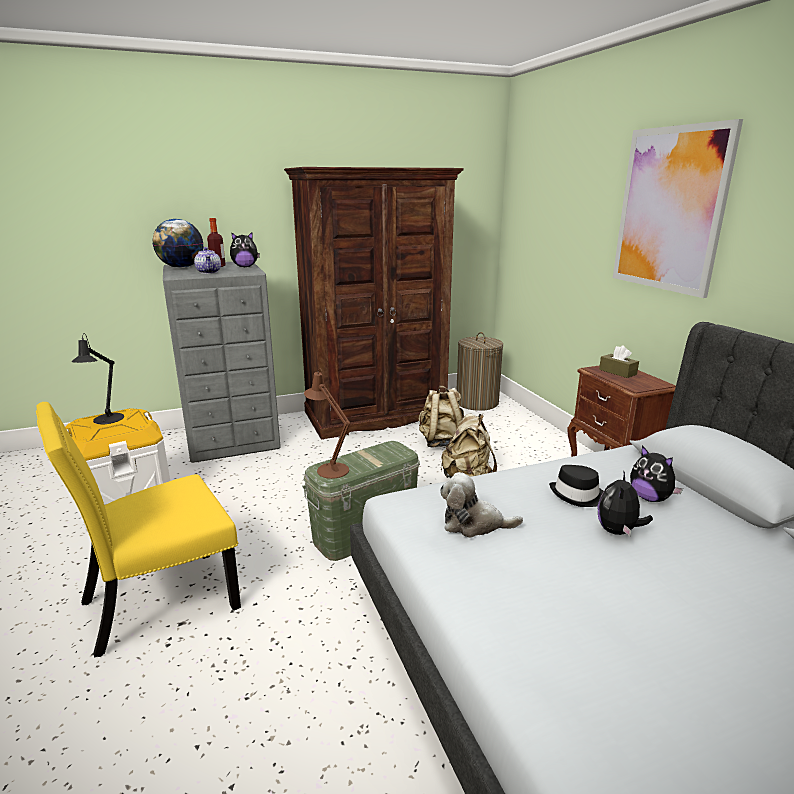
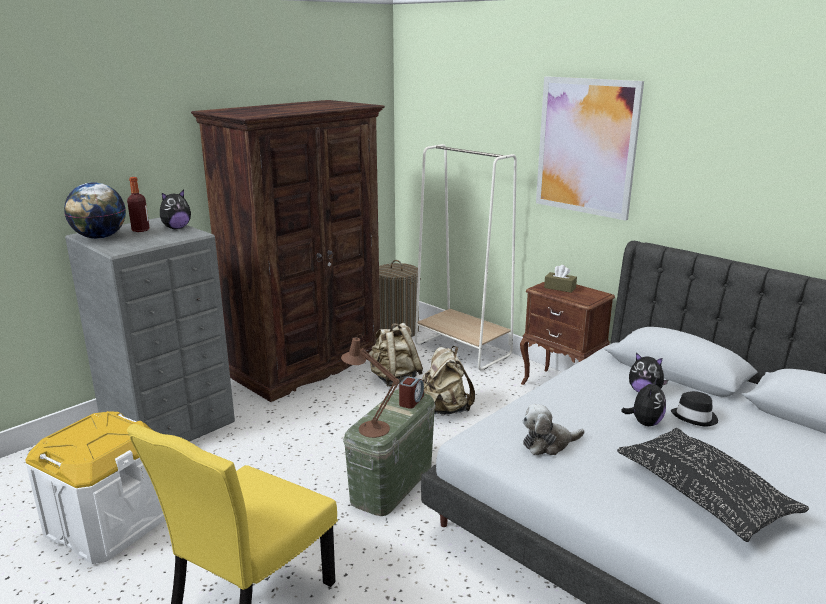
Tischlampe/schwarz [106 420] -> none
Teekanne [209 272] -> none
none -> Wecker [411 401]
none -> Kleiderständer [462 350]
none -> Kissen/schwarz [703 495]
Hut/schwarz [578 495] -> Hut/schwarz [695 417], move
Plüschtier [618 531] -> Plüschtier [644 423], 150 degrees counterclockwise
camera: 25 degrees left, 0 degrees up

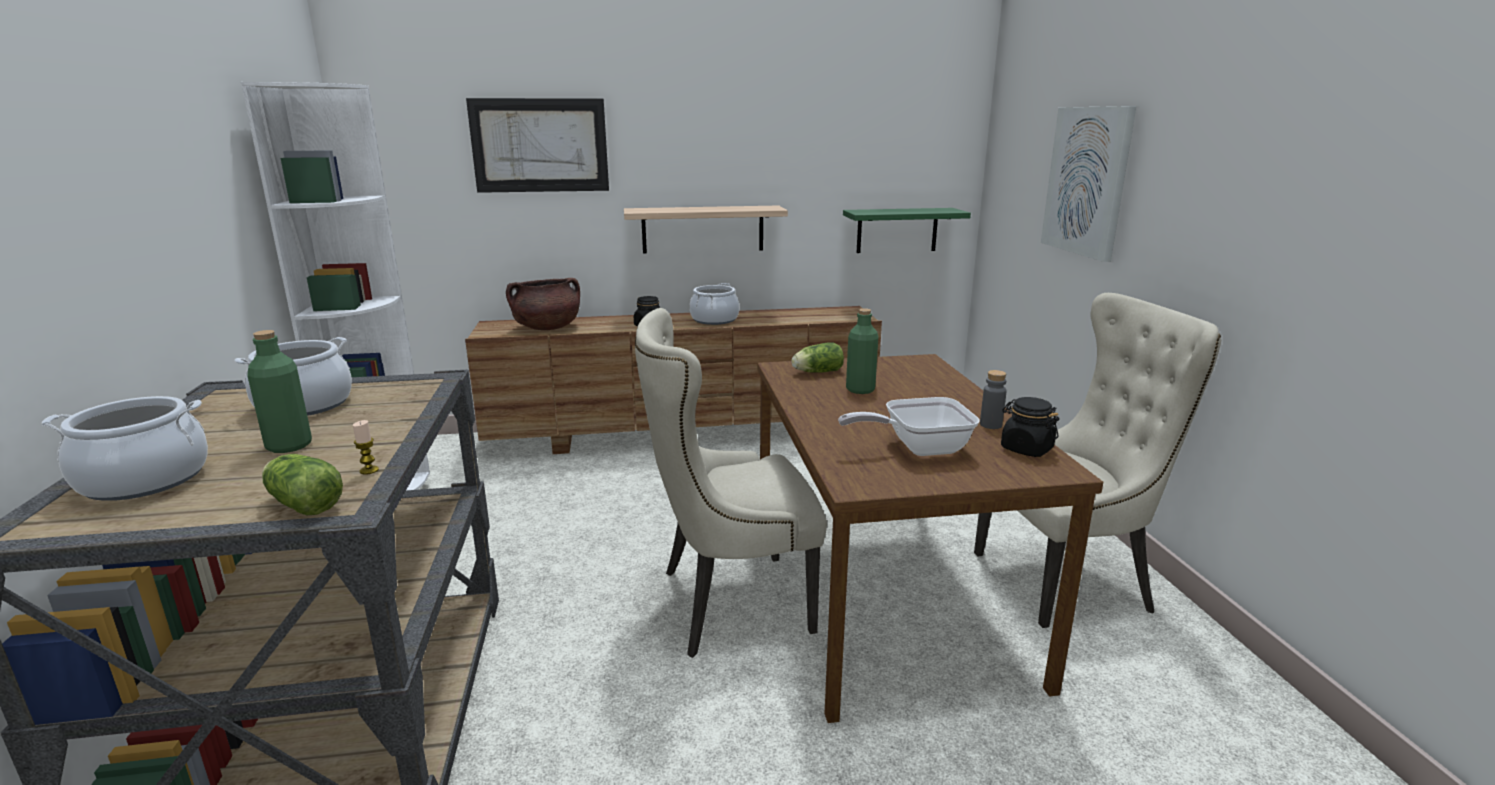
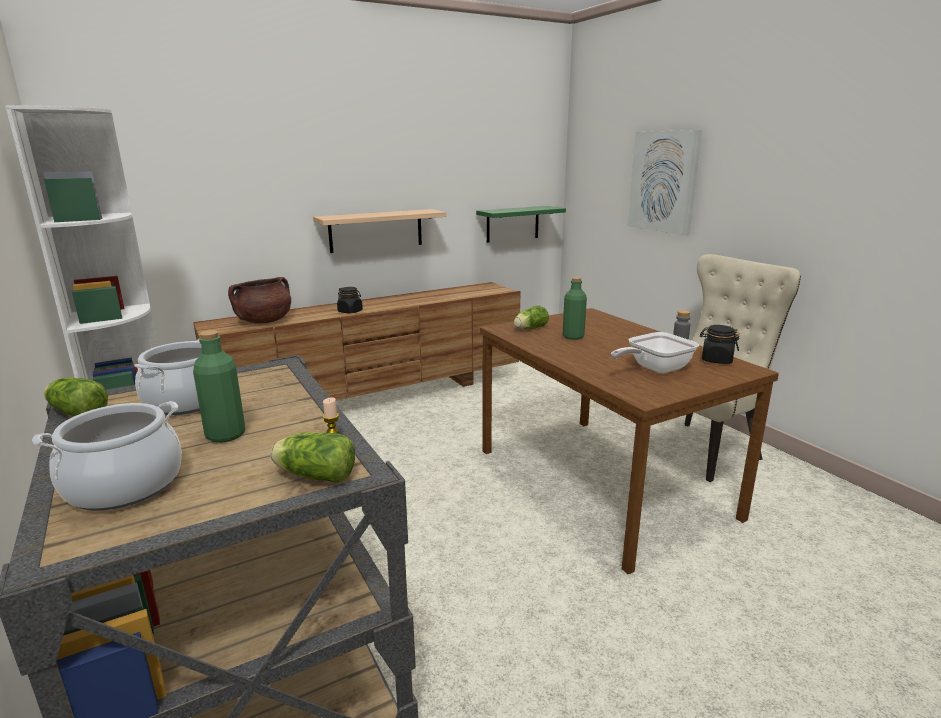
Bild [540 145] -> none
Stuhl/beige [731 603] -> none
Kochtopf [714 320] -> none
none -> Salatkopf [77 412]
camera: 20 degrees left, 0 degrees up

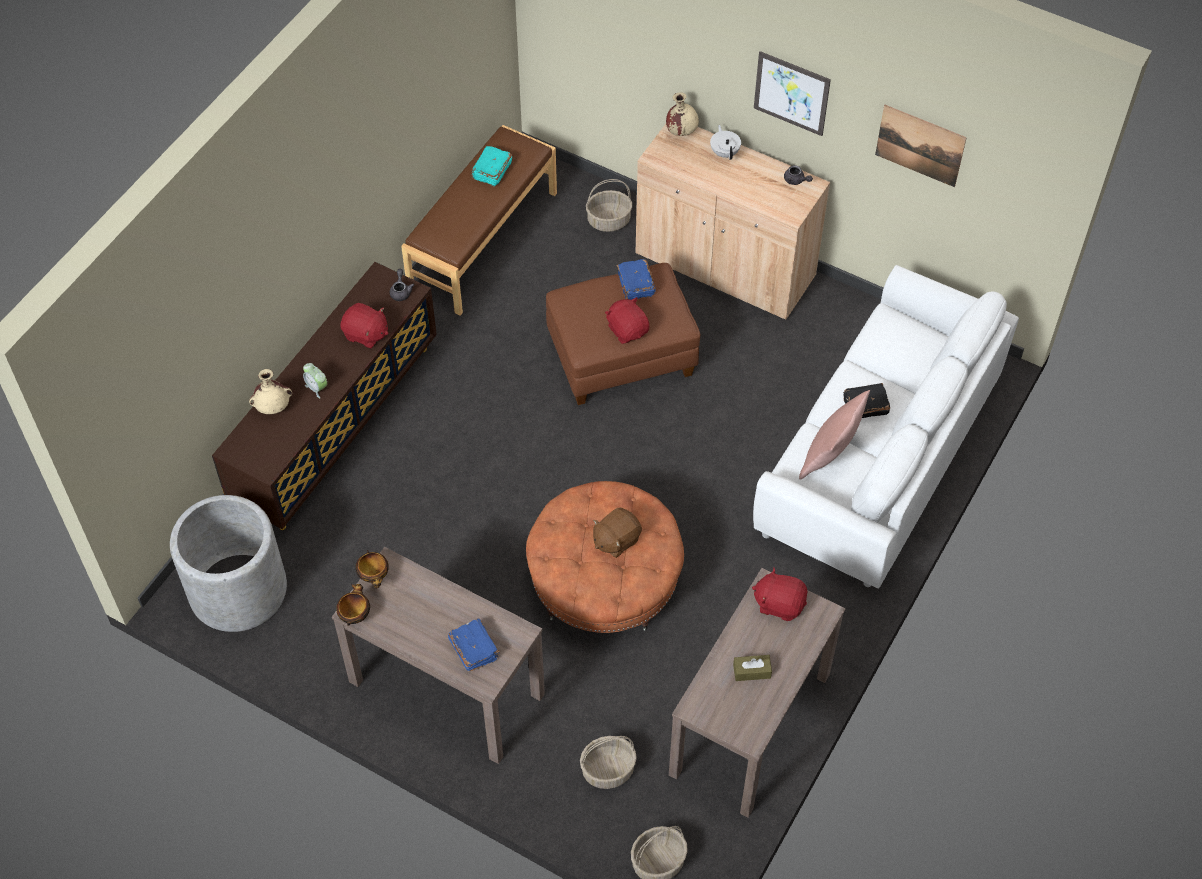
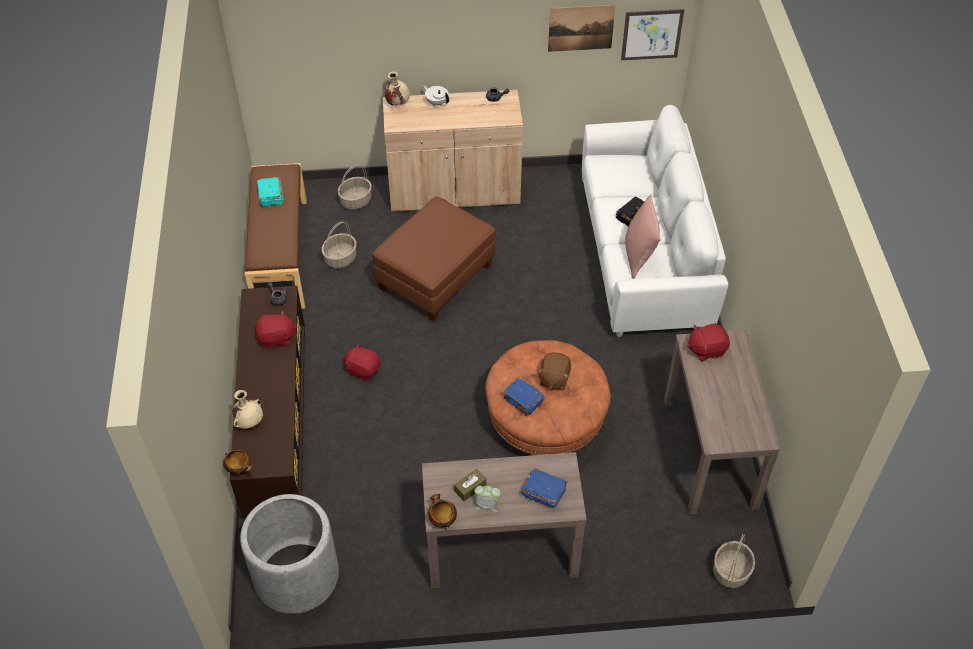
Wecker [317 388] -> Wecker [487 505], move
Schüssel [374 577] -> Schüssel [240 470], move
Korb [608 769] -> Korb [340 258], move
Plüschtier/rot [627 330] -> Plüschtier/rot [363 370], move
Buch/blau [635 285] -> Buch/blau [523 401], move
Taschentuchbox/braun [752 671] -> Taschentuchbox/braun [470 488], move
Bild [791 93] -> Bild [651 34], move
camera: 35 degrees left, 5 degrees down

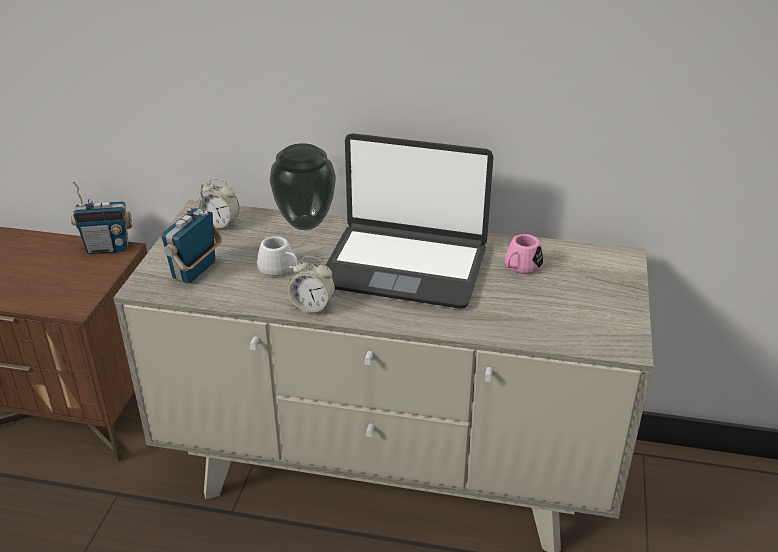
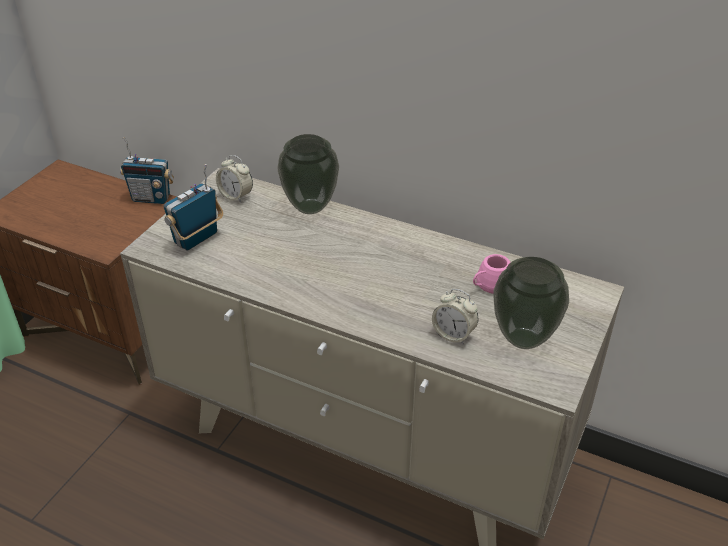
Henkelbecher/weiß [280 269] -> none
Laptop [405 266] -> none
none -> Vase [523 339]
Wecker [312 306] -> Wecker [453 334], move
camera: 15 degrees right, 5 degrees up

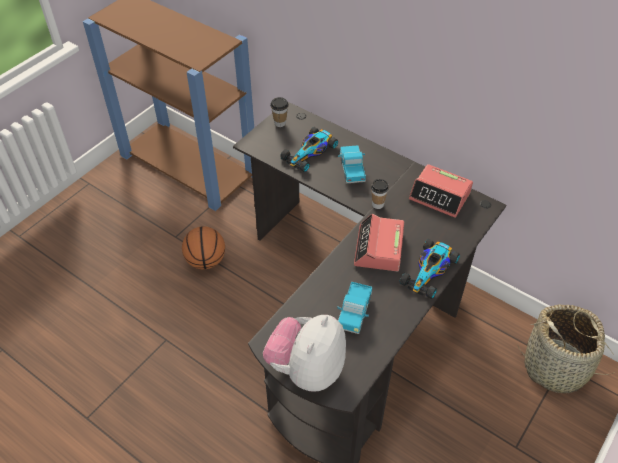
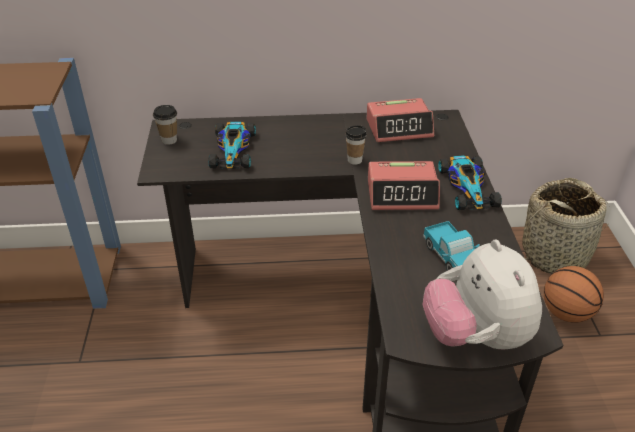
Spielzeuglaster [352 170] -> none
Basketball [206 261] -> Basketball [566 313], move
Wecker [379 249] -> Wecker [402 194], 60 degrees counterclockwise
camera: 40 degrees left, 10 degrees down

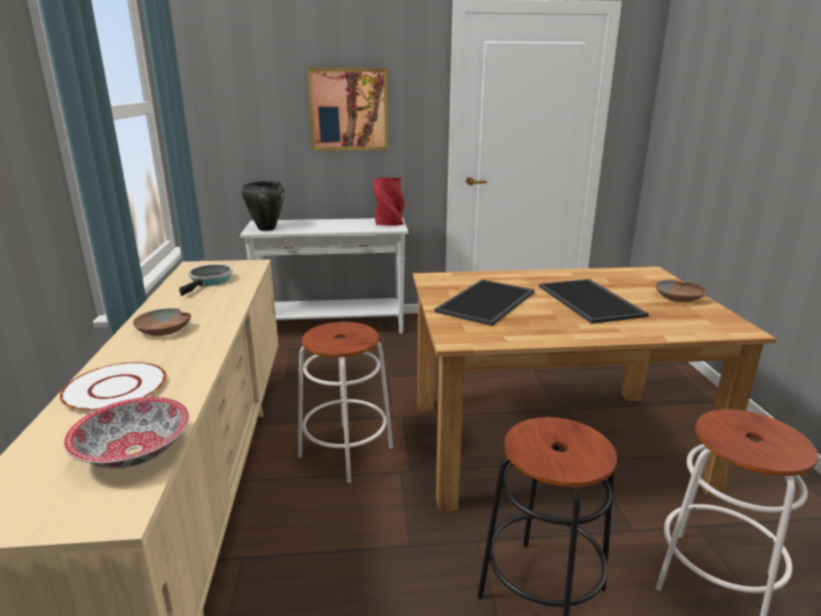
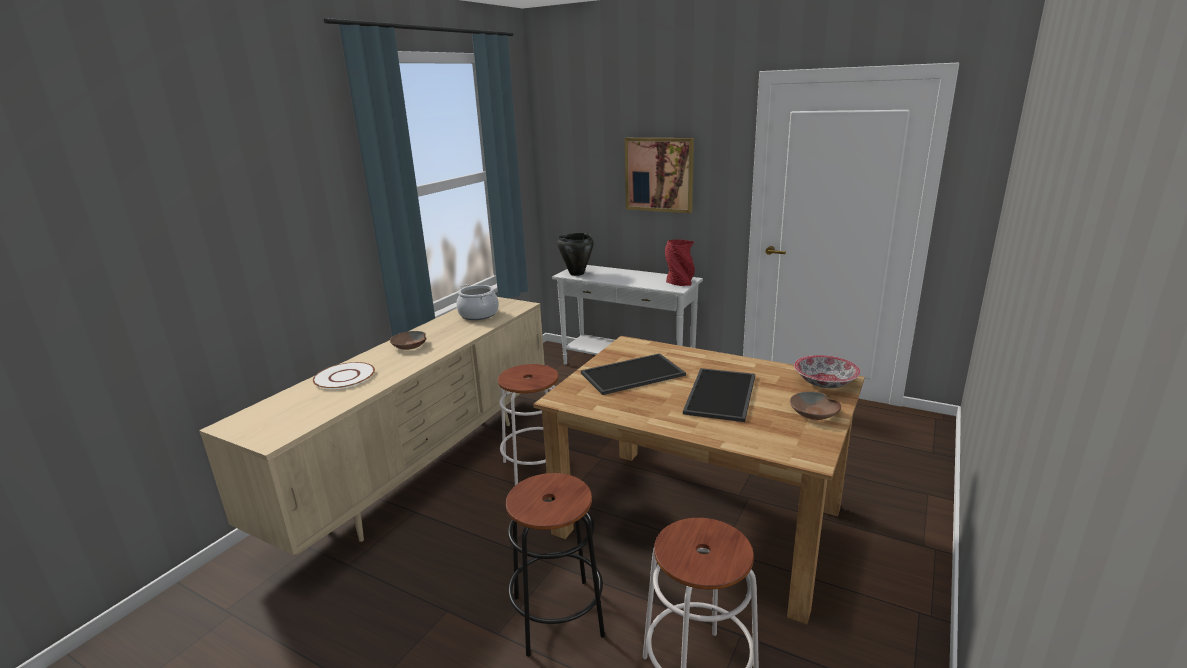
Schüssel [133 452] -> Schüssel [824 383], move
Pfanne [210 281] -> Kochtopf [479 314]
camera: 35 degrees right, 0 degrees up

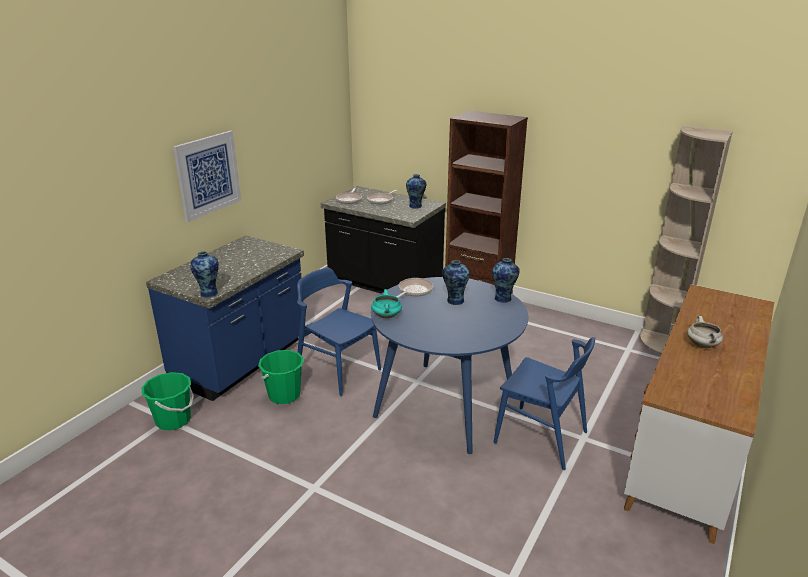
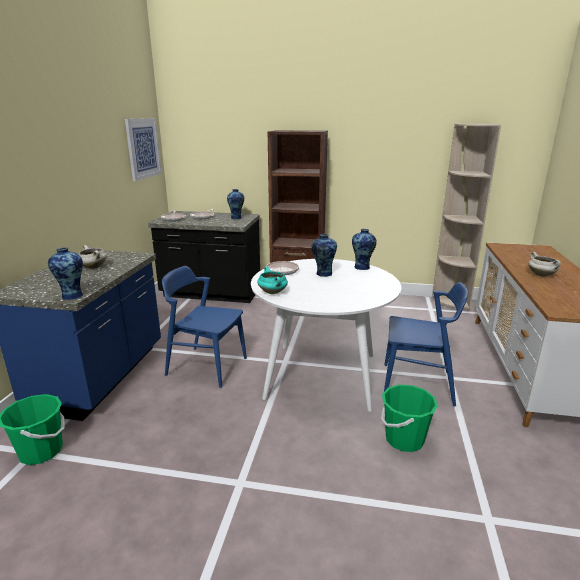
none -> Kochtopf/weiß [93 267]
Bild [208 175] -> Bild [143 148], move
Eimer/grün [284 395] -> Eimer/grün [404 439], move
Esstisch/blau [445 405] -> Esstisch/weiß [322 376]
camera: 20 degrees left, 5 degrees down

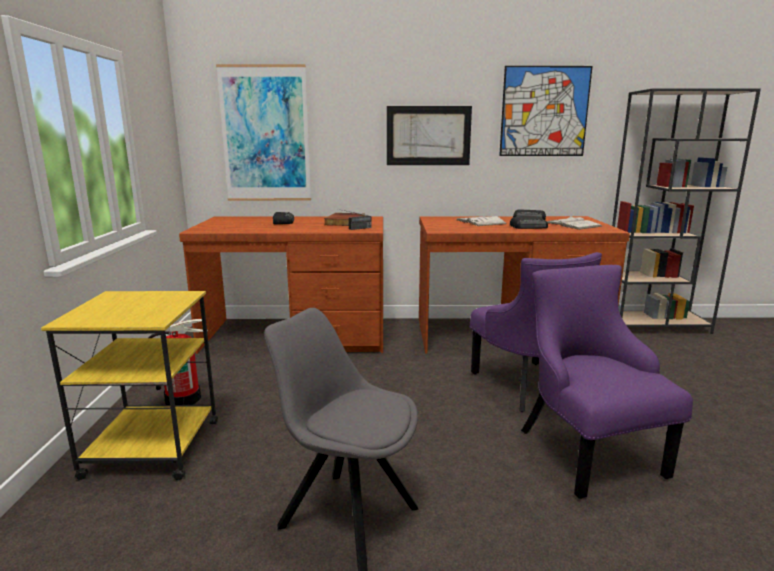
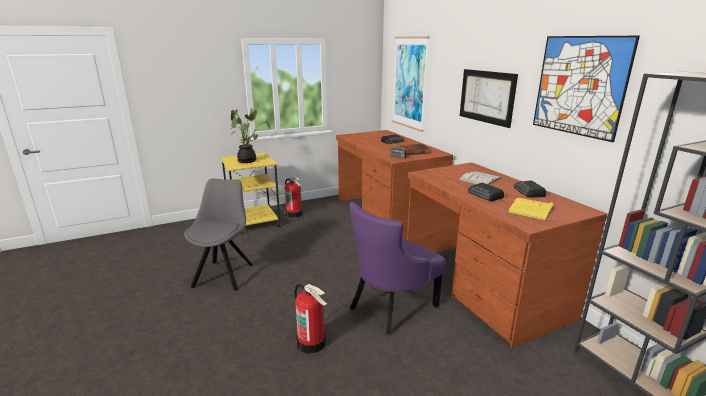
none -> Topfpflanze [249 160]
Stuhl/lila [589 455] -> Feuerlöscher [311 343]
Buch/weiß [572 224] -> Buch/gelb [531 209]
camera: 65 degrees right, 5 degrees up

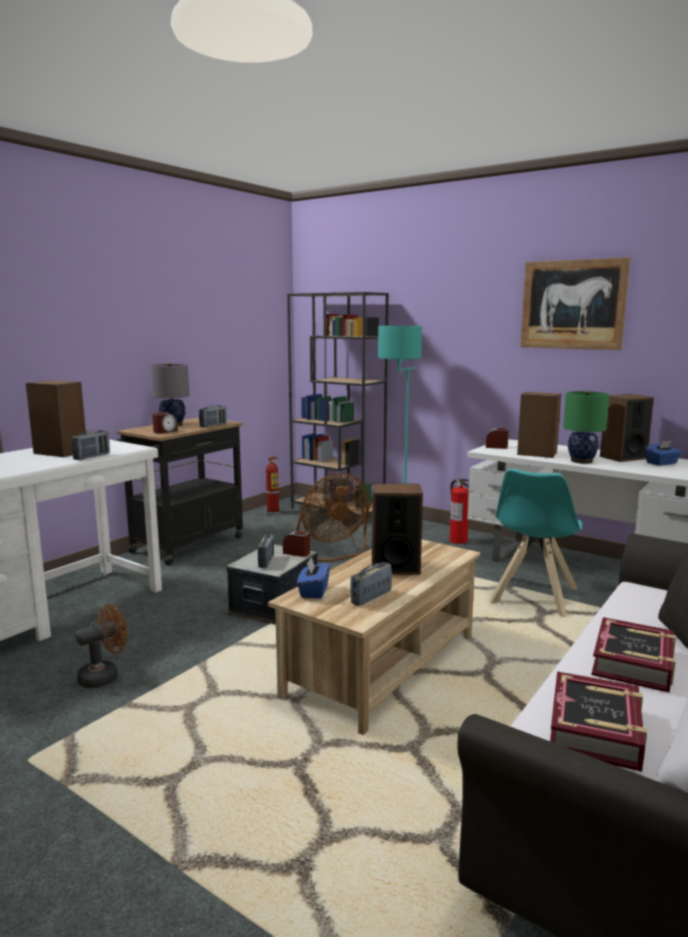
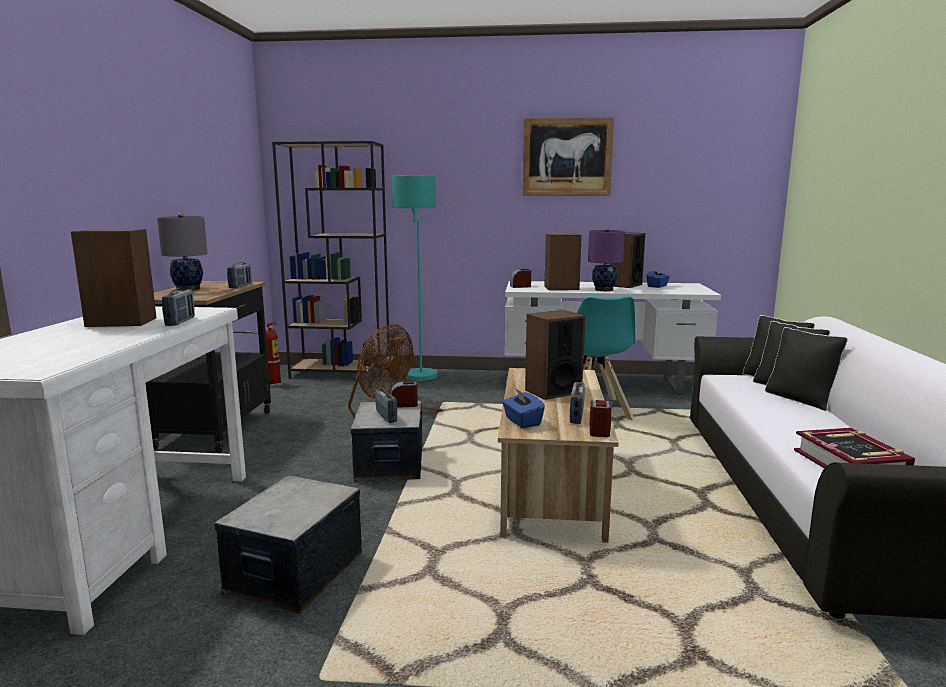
Feuerlöscher [458 540] -> none
Buch [633 663] -> none
Wecker [165 431] -> Wecker [599 430], move
Ventilator/braun [104 676] -> Aufbewahrungsbox [294 572]
Tischlampe/grün [581 461] -> Tischlampe/lila [604 290]
camera: 30 degrees left, 0 degrees up

